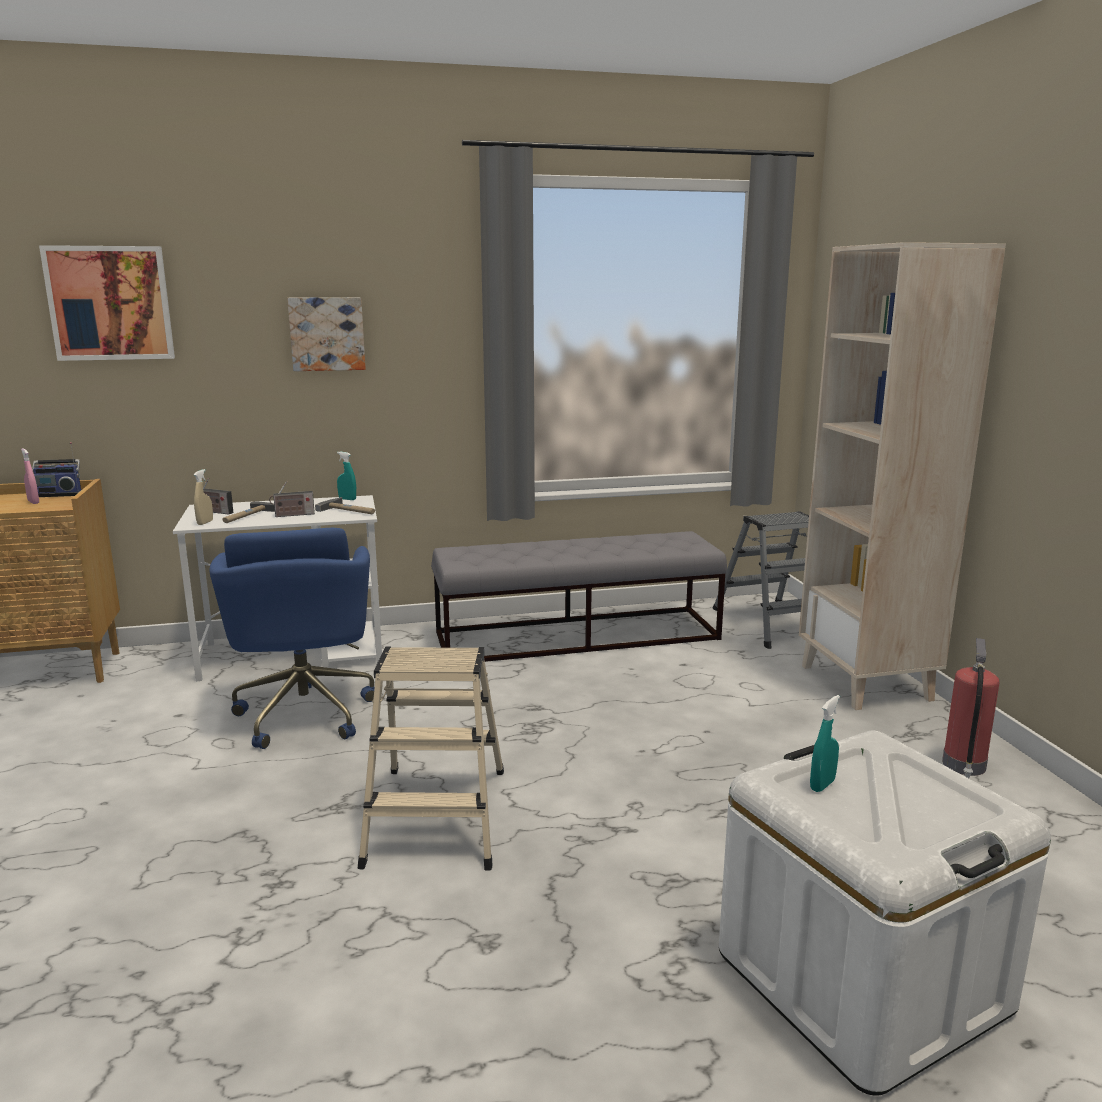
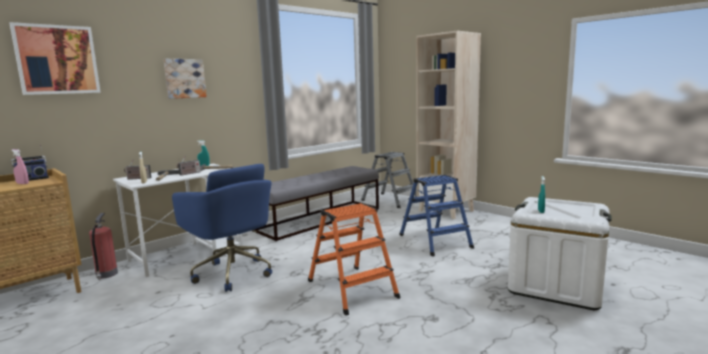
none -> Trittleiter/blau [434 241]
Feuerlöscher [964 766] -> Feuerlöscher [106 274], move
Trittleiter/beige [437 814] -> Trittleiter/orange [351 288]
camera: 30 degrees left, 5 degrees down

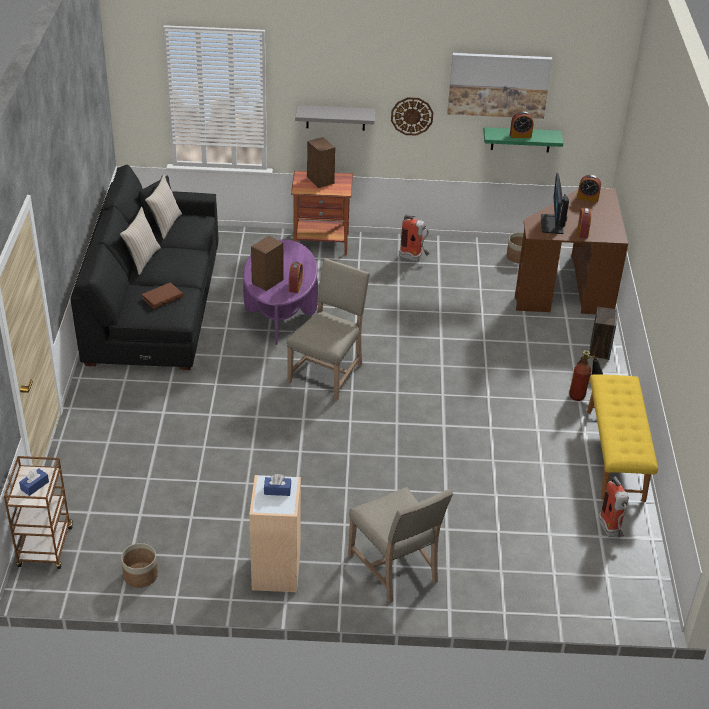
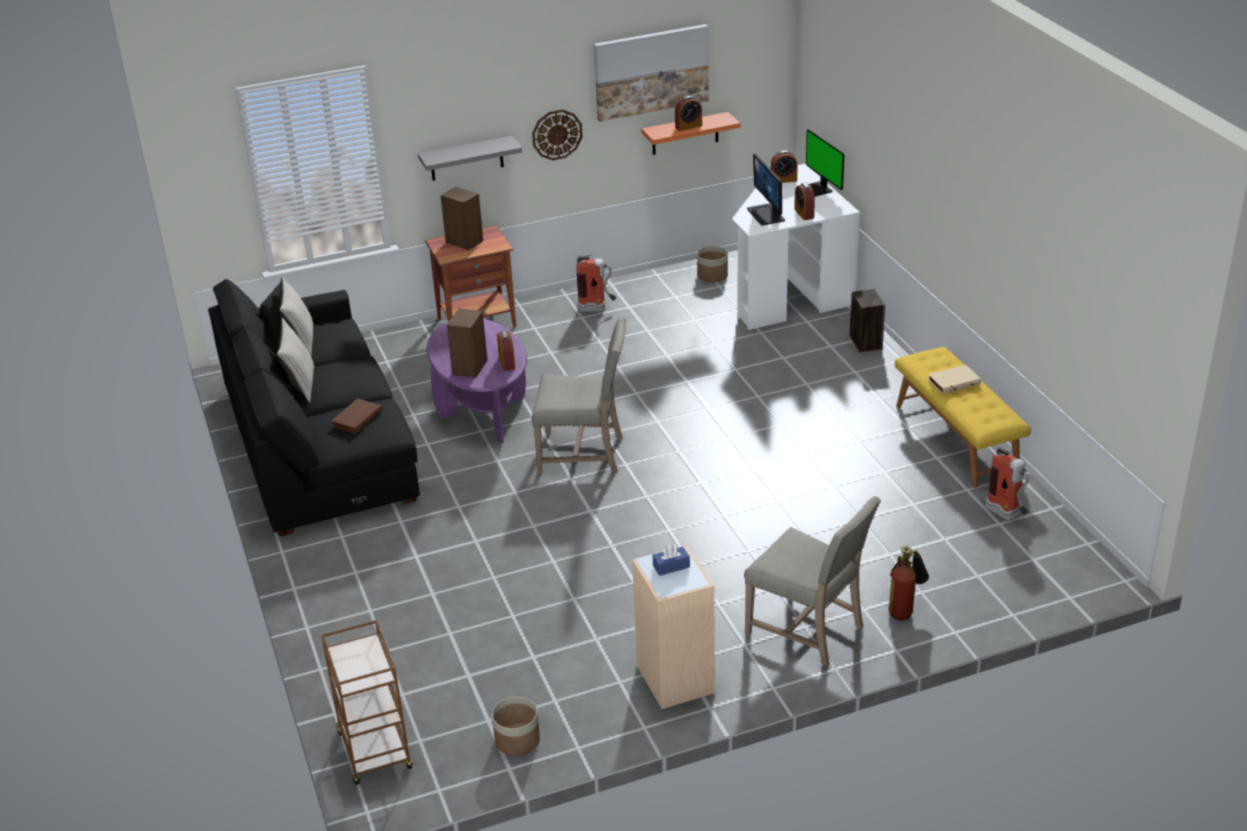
Taschentuchbox/blau [34 486] -> none
none -> Monitor [817 189]
none -> Buch/beige [953 381]
Feuerlöscher [582 395] -> Feuerlöscher [906 609], move
Wandregal/grün [521 139] -> Wandregal/orange [685 134]
Schreibtisch/braun [568 288] -> Schreibtisch/weiß [788 291]
Stuhl/beige [328 372] -> Stuhl/beige [584 454], 90 degrees clockwise
camera: 20 degrees left, 5 degrees down

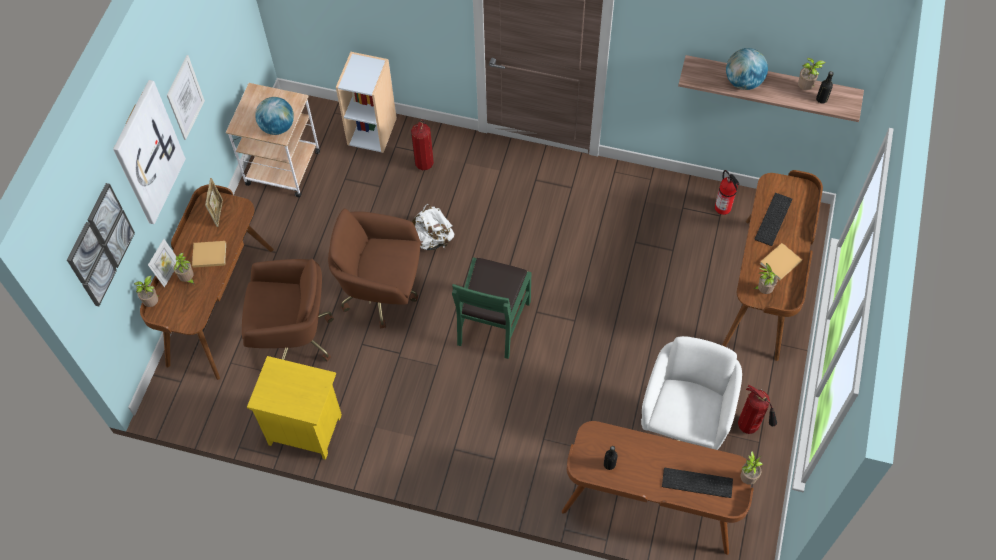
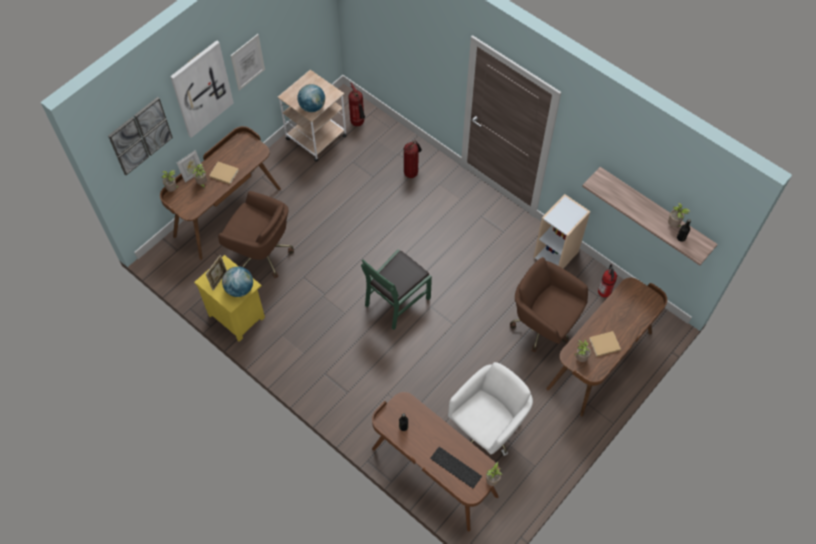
Rucksack/weiß [432 239] -> none
Tastatur [774 220] -> none
Bilderrahmen [218 213] -> Bilderrahmen [219 280], move
Bürostuhl/braun [383 294] -> Bürostuhl/braun [543 327], move
Bücherregal [372 131] -> Bücherregal [556 254], move
Globus [743 82] -> Globus [239 289], move
Feuerlöscher [750 427] -> Feuerlöscher [358 123], move
camera: 25 degrees right, 0 degrees up

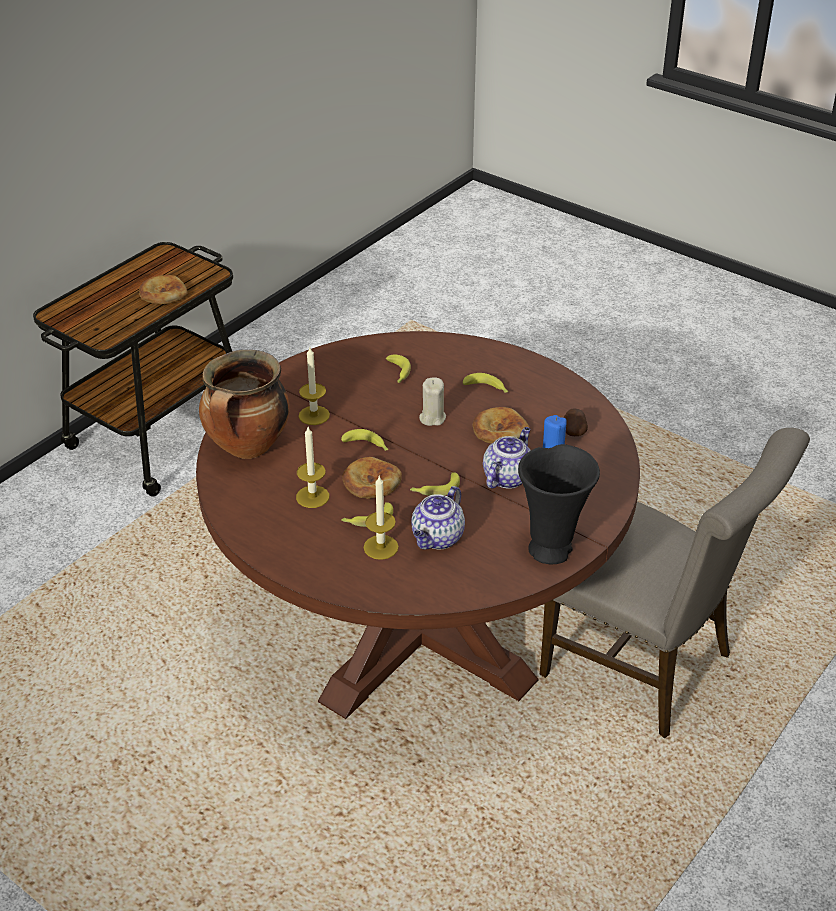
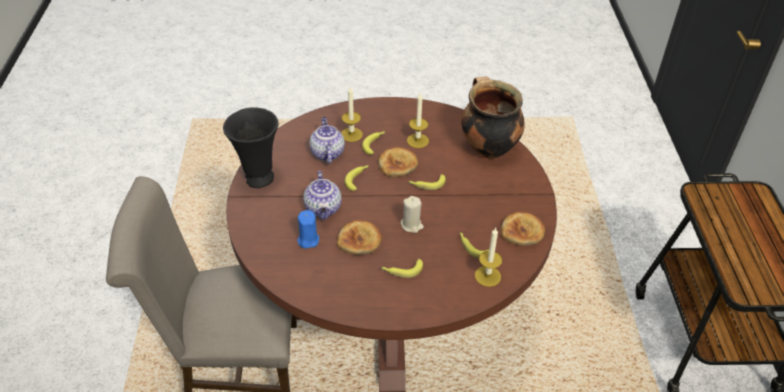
Kartoffel [573 431] -> none
Brot [163 293] -> Brot [522 231], move
Kerze [314 415] -> Kerze [487 276], move
camera: 140 degrees right, 5 degrees up

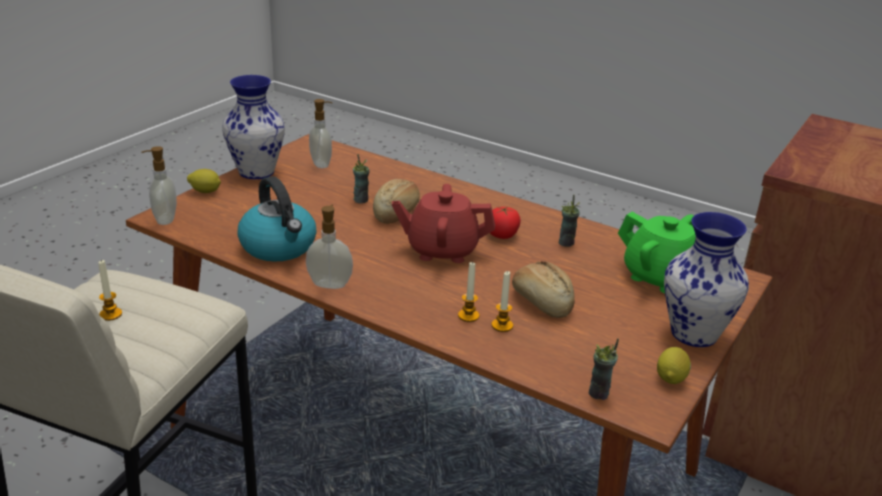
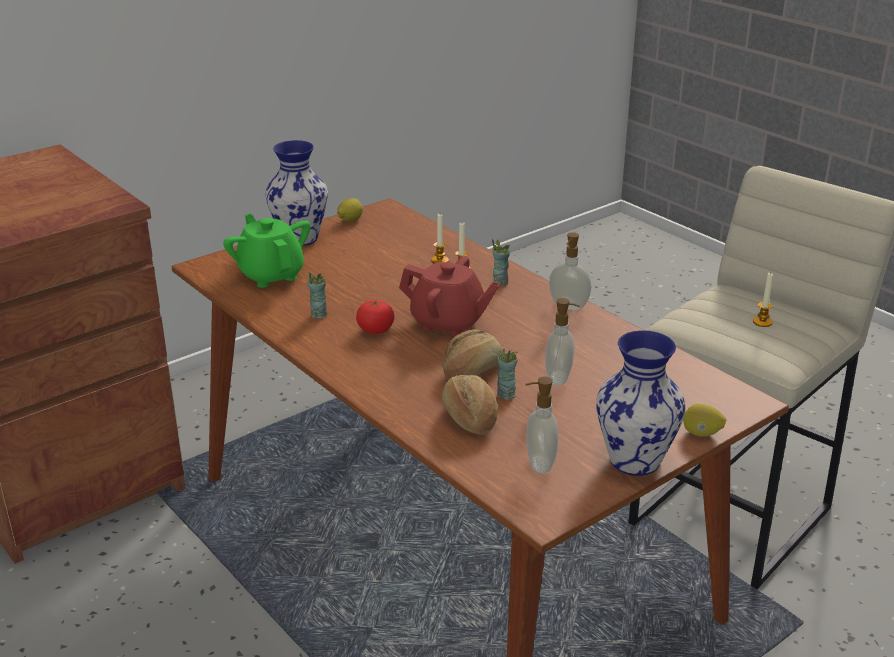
Wasserkessel [279 247] -> none
Seifenspender [164 219] -> Seifenspender [559 378], move
Brot [542 302] -> Brot [469 418], move
Tasse [599 393] -> Tasse [500 282], move
camera: 160 degrees left, 0 degrees up

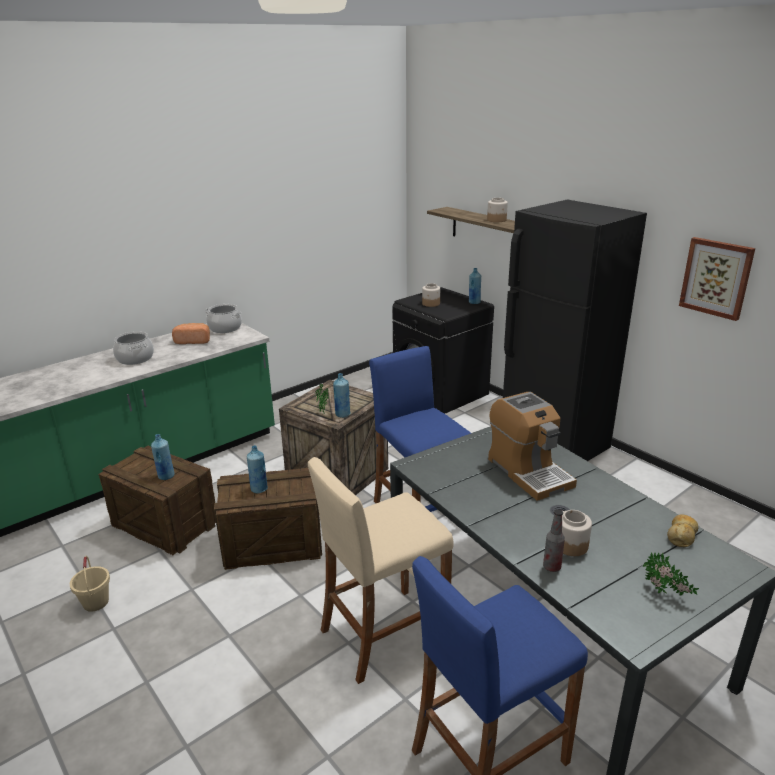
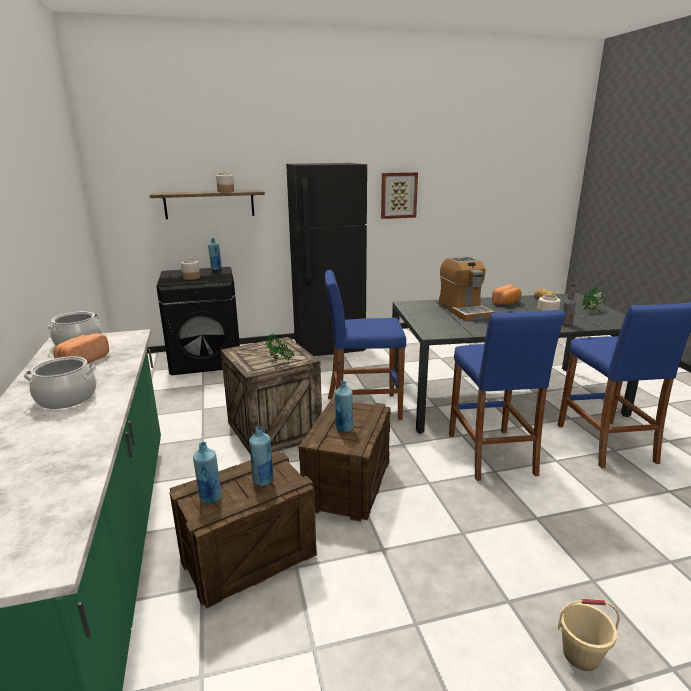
none -> Brot [507 303]
Eimer/beige [95 602] -> Eimer/beige [580 655], move
Flasche/blau [342 414] -> Flasche/blau [210 498], move
Hocker/beige [383 634] -> Hocker/blau [491 454]
Kaffeemaschine [529 472] -> Kaffeemaschine [464 310], 75 degrees clockwise
camera: 65 degrees left, 5 degrees down

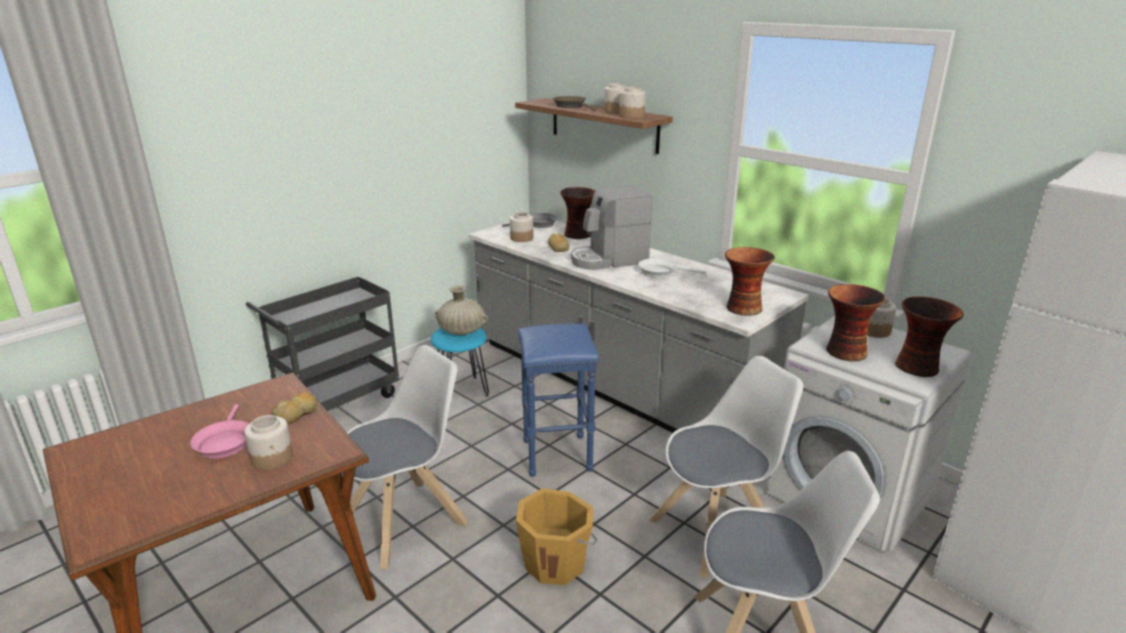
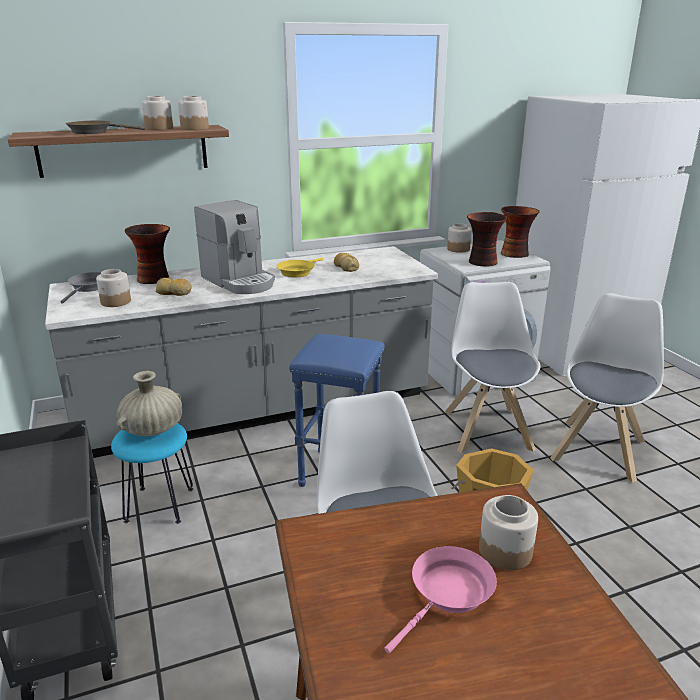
Vase [742 308] -> none
Brot [297 414] -> Brot [346 267], move
Pfanne/weiß [660 273] -> Pfanne/gelb [298 272]
Pfanne/rosa [224 443] -> Pfanne/rosa [448 594], 60 degrees counterclockwise
Kaffeemaschine [608 260] -> Kaffeemaschine [240 281], 45 degrees counterclockwise
camera: 65 degrees left, 0 degrees up

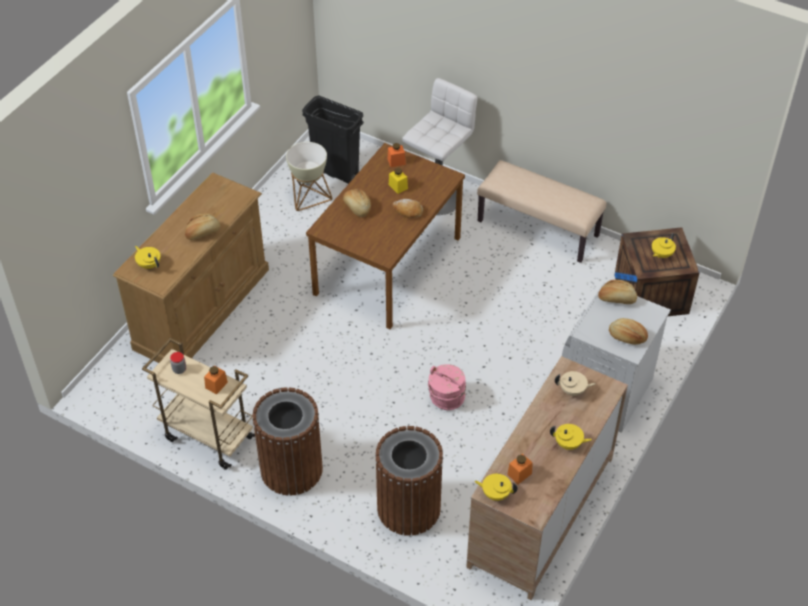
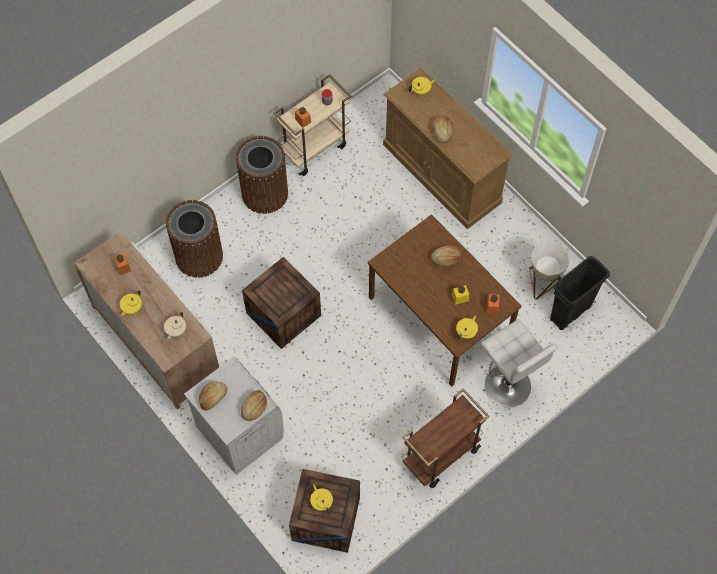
Brot [408 211] -> none
Teekanne/gelb [495 493] -> Teekanne/gelb [466 332], move
Eimer/rosa [446 398] -> Kiste [283 314]
Bank/beige [538 228] -> Rollwagen/braun [440 457]
camera: 110 degrees right, 15 degrees up

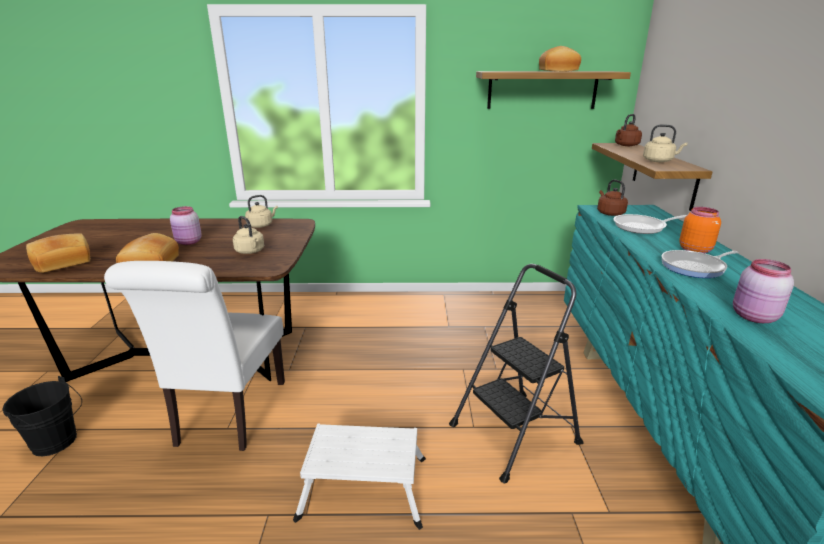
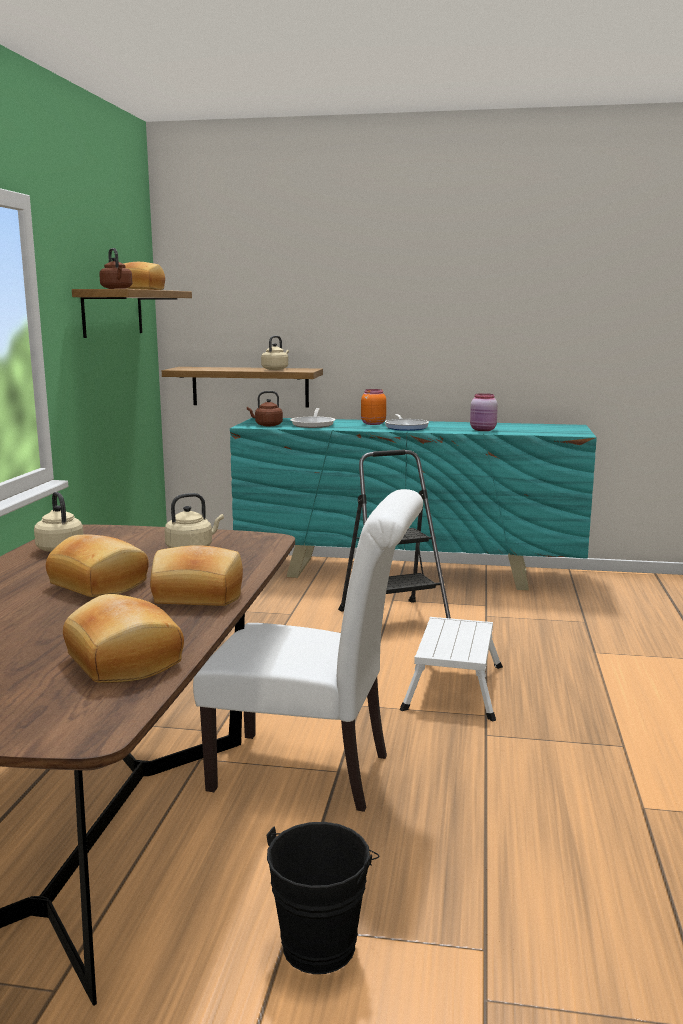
Wasserkessel/braun [625 145] -> Wasserkessel/braun [117 289], move
Vorratsglas/rosa [189 242] -> Brot [101 583]
camera: 80 degrees left, 10 degrees down

